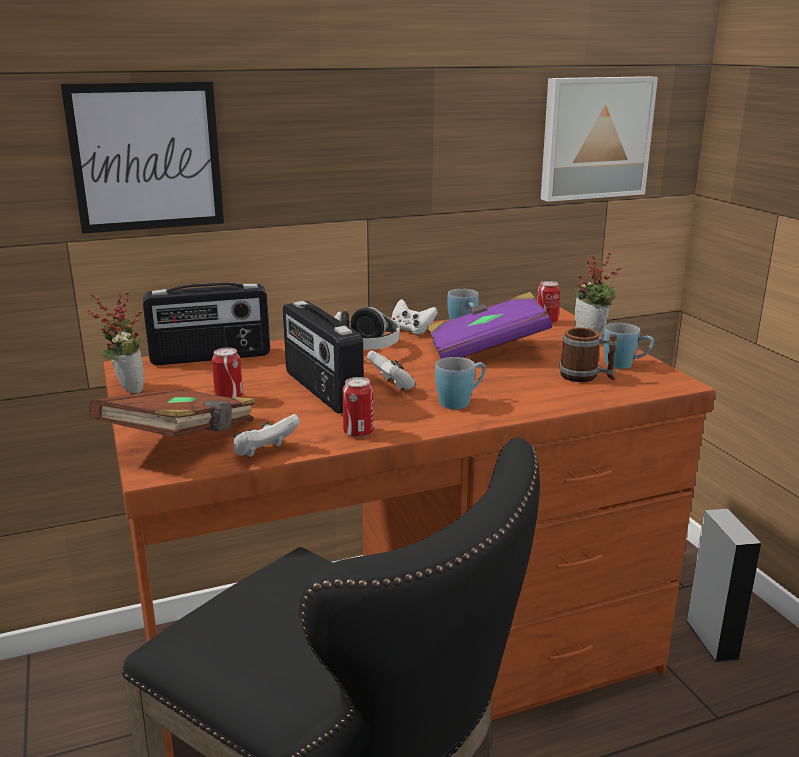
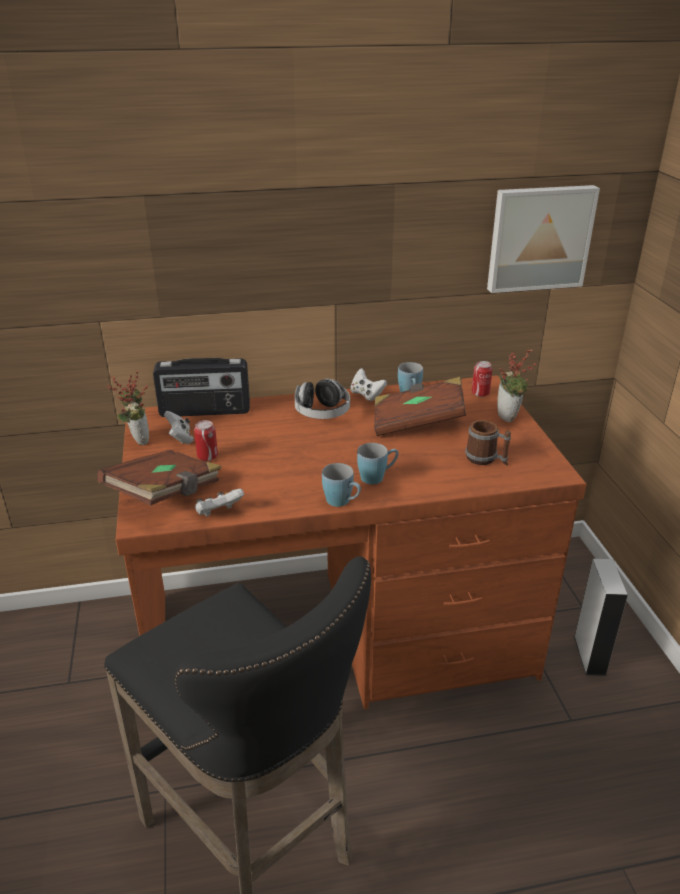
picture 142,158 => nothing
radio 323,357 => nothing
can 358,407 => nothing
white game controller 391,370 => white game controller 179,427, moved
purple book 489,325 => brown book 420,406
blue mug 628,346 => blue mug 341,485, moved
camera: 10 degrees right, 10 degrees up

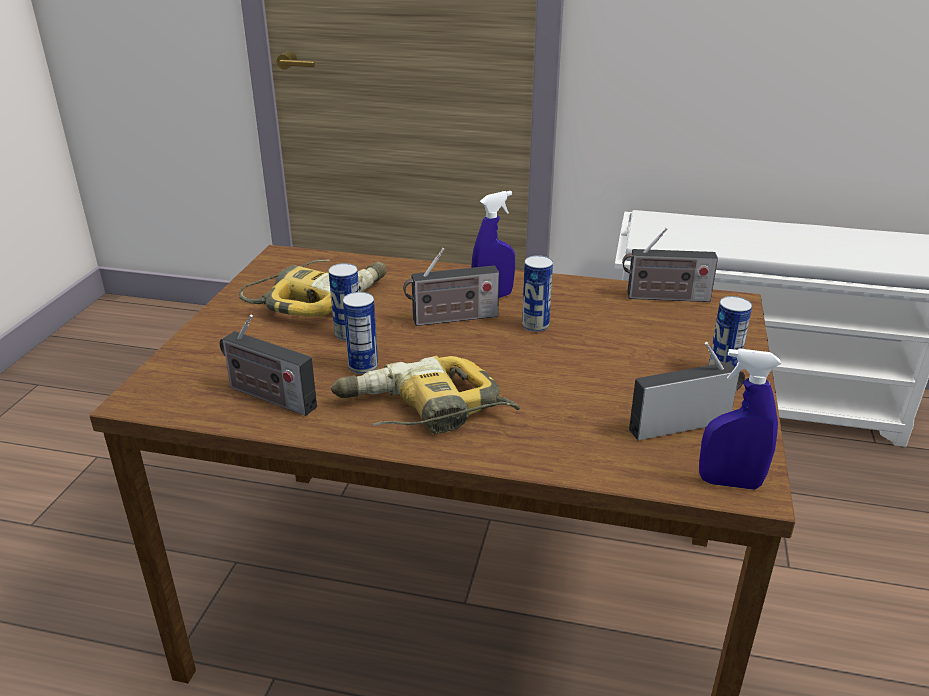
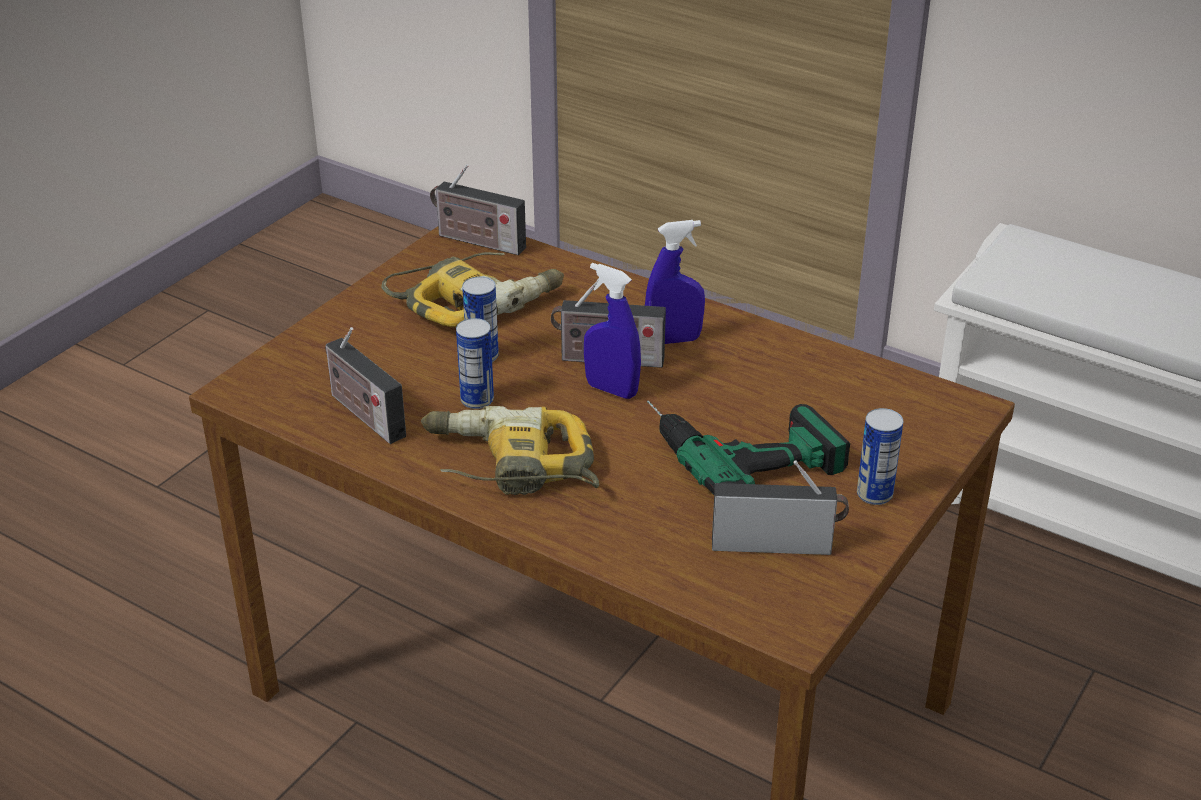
can 537,293 => nothing
radio 670,265 => radio 478,209, moved
blue spray bottle 740,419 => blue spray bottle 612,331, moved
nothing => power drill 748,447
camera: 20 degrees right, 5 degrees up

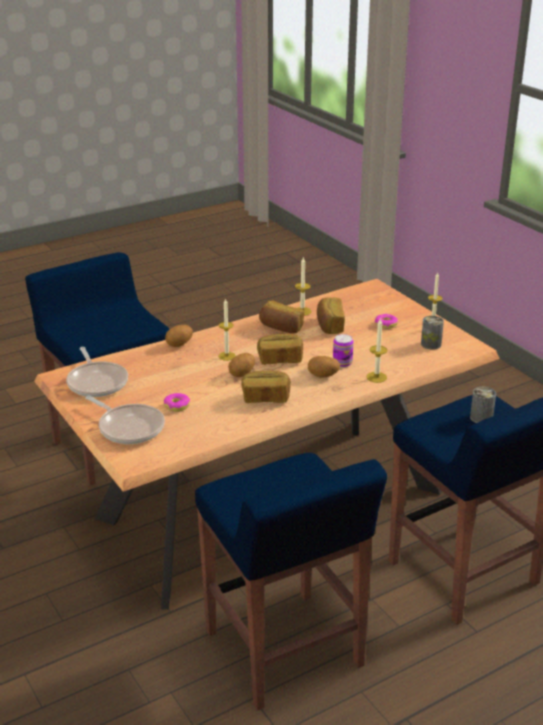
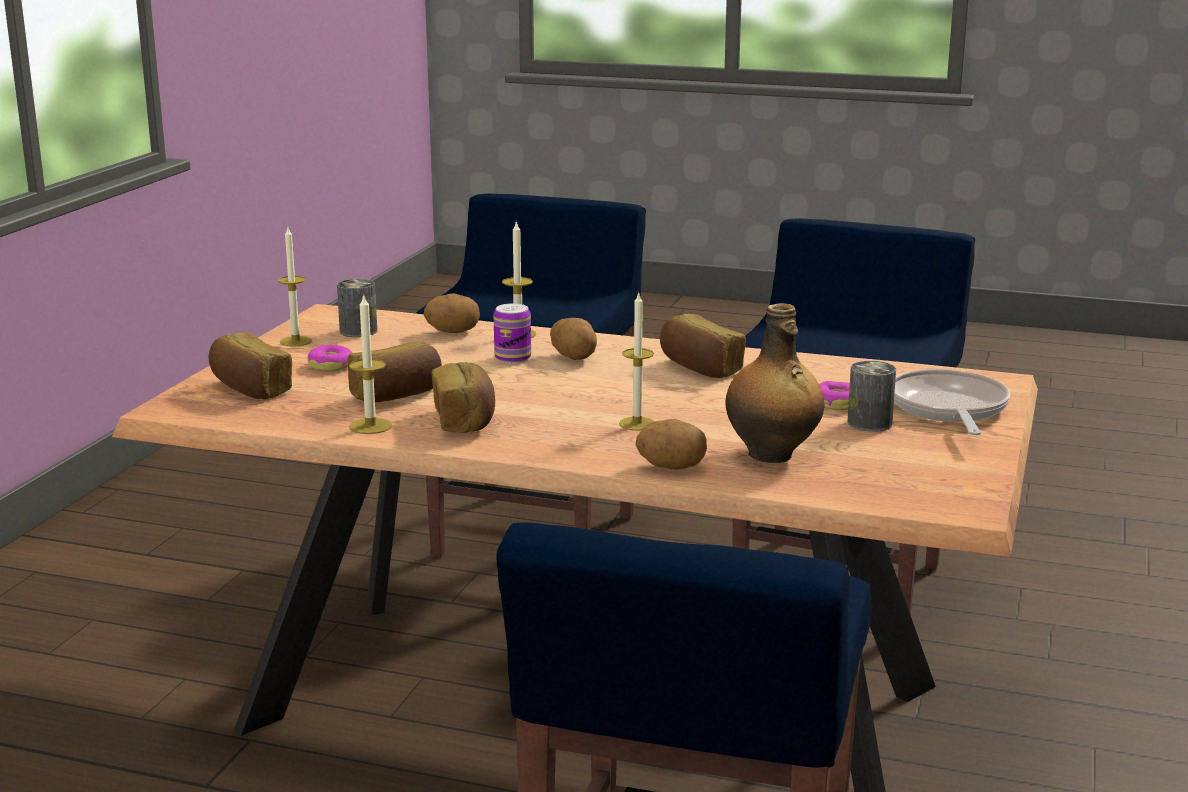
frying pan 97,372 => nothing
potato 241,365 => potato 452,313, moved
bread 280,349 => bread 250,366, moved
can 483,405 => can 871,396, moved
nothing => bottle 774,383
camera: 130 degrees left, 10 degrees down

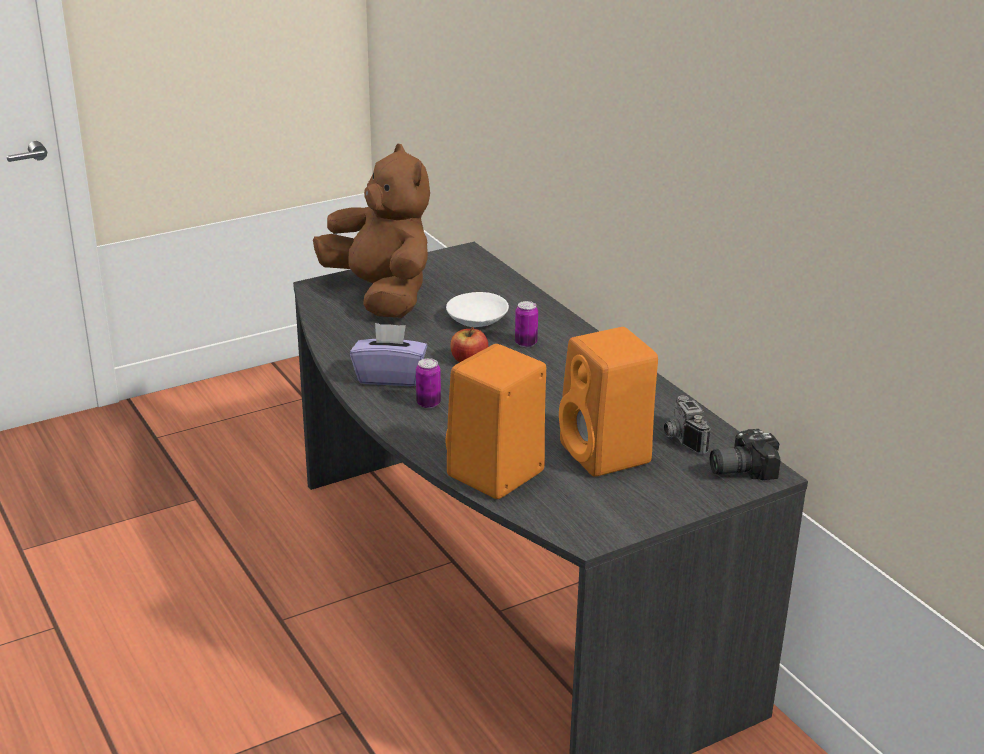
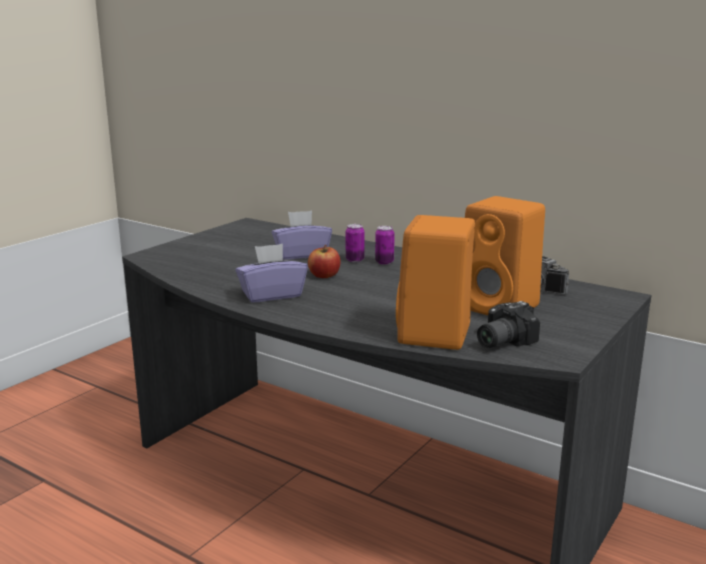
brown plush toy 371,231 => nothing
can 428,383 => can 385,245, moved
white bowl 477,309 => purple tissue box 302,235
photo camera 745,454 => photo camera 508,324, moved
camera: 25 degrees left, 10 degrees down

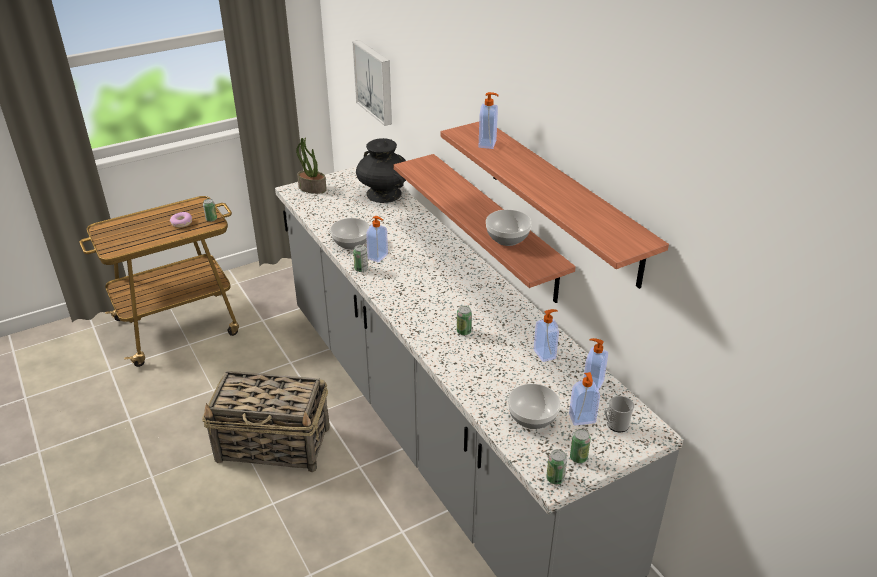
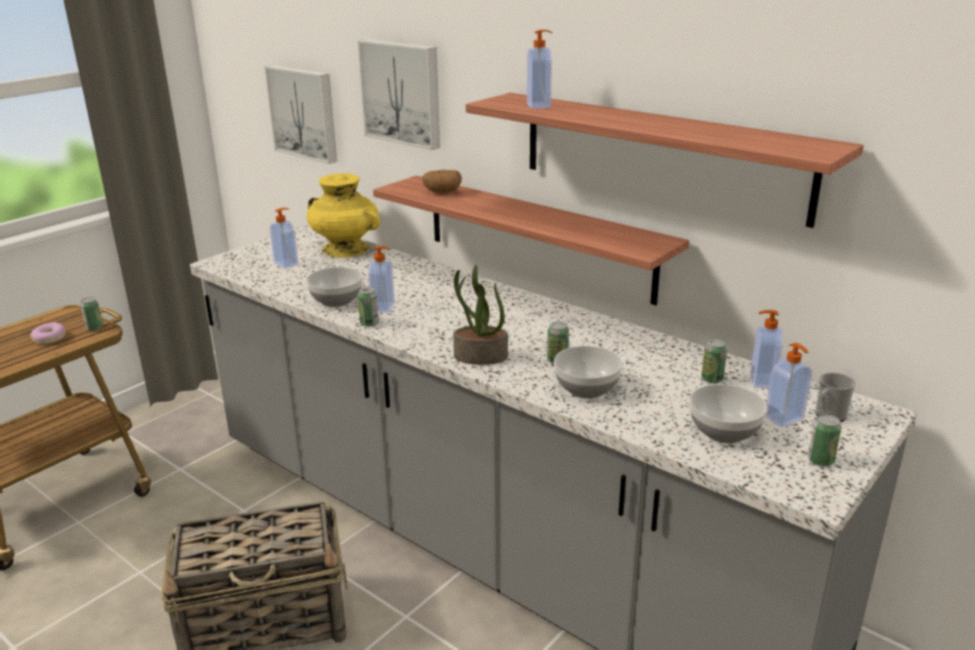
potted plant 311,165 => potted plant 480,315, moved
black vase 381,170 => yellow vase 343,215
bowl 509,228 => bowl 588,372, moved
soap dispenser 546,335 => soap dispenser 284,238, moved
can 556,467 => can 714,361, moved
nothing => picture 399,94
nothing => potato 442,182
camera: 20 degrees left, 10 degrees down

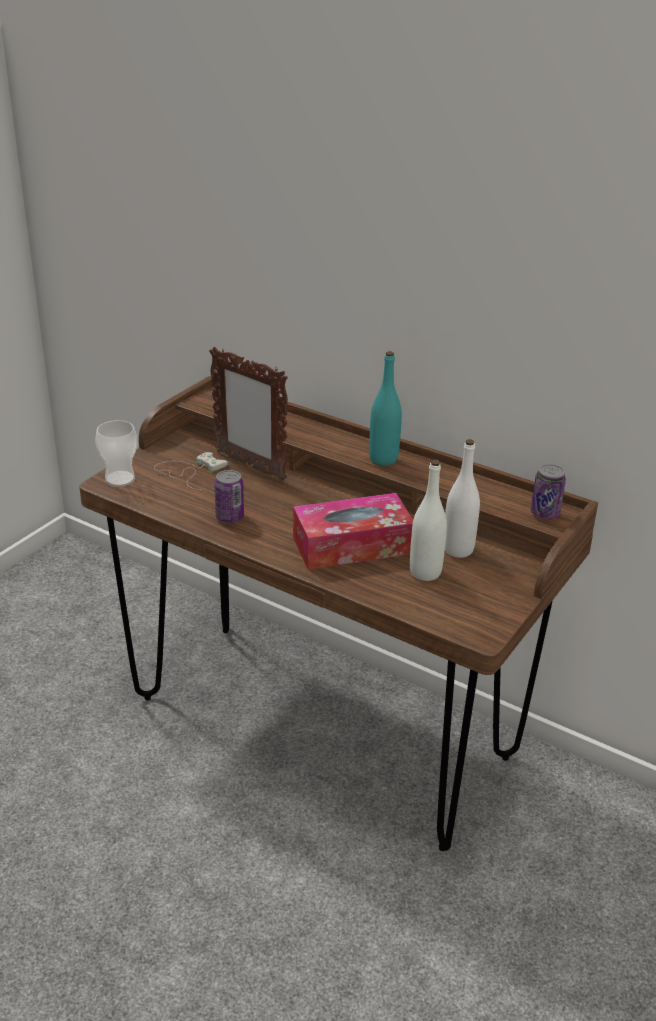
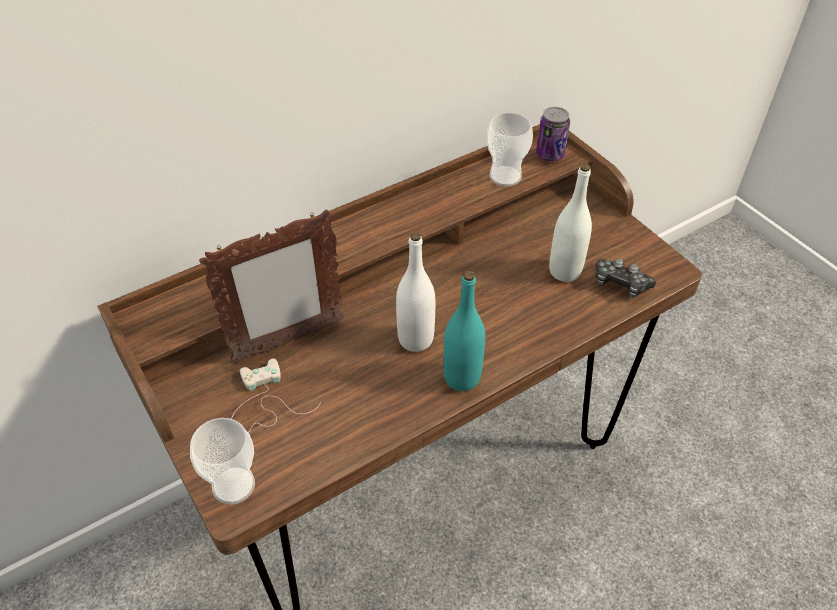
can 229,496 => nothing
tissue box 353,531 => nothing
turquoise bottle 385,408 => turquoise bottle 464,331, moved
white bottle 462,498 => white bottle 415,292, moved
nothing => cup 509,149
nothing => game controller 625,278
camera: 65 degrees left, 15 degrees up

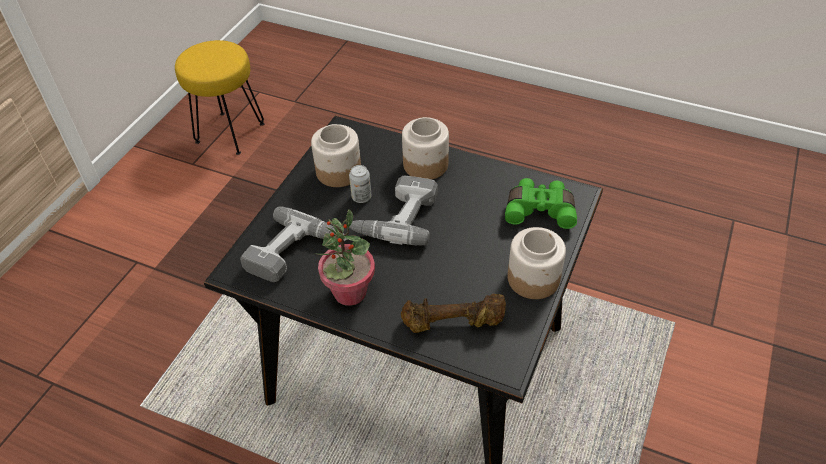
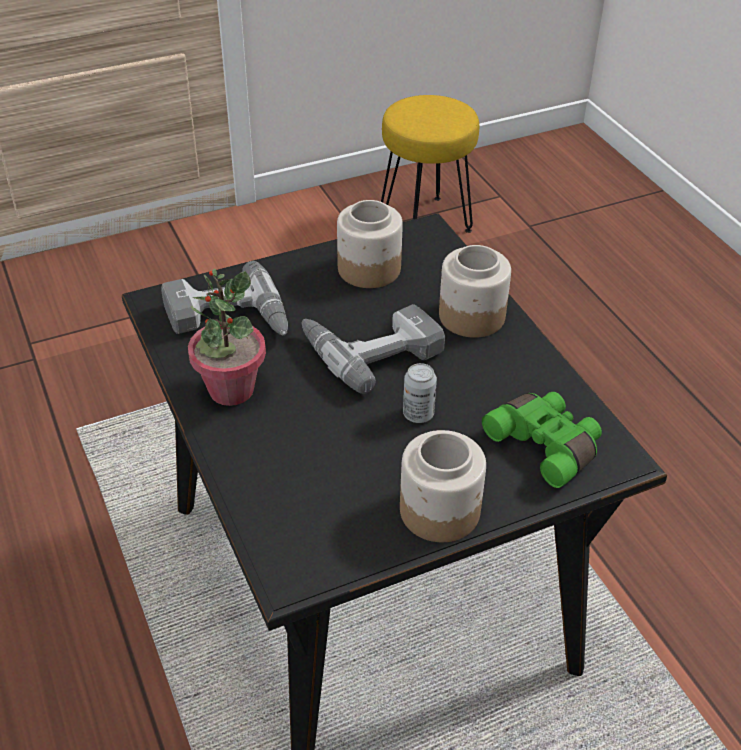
can 360,184 => can 420,393, moved
brown dumbbell 453,313 => nothing
camera: 40 degrees right, 5 degrees down

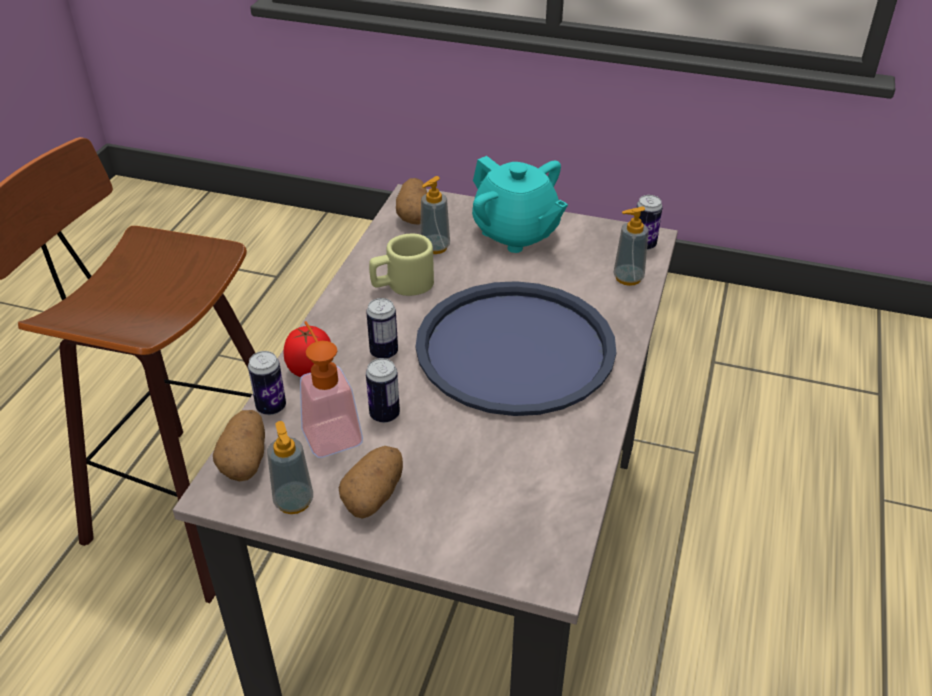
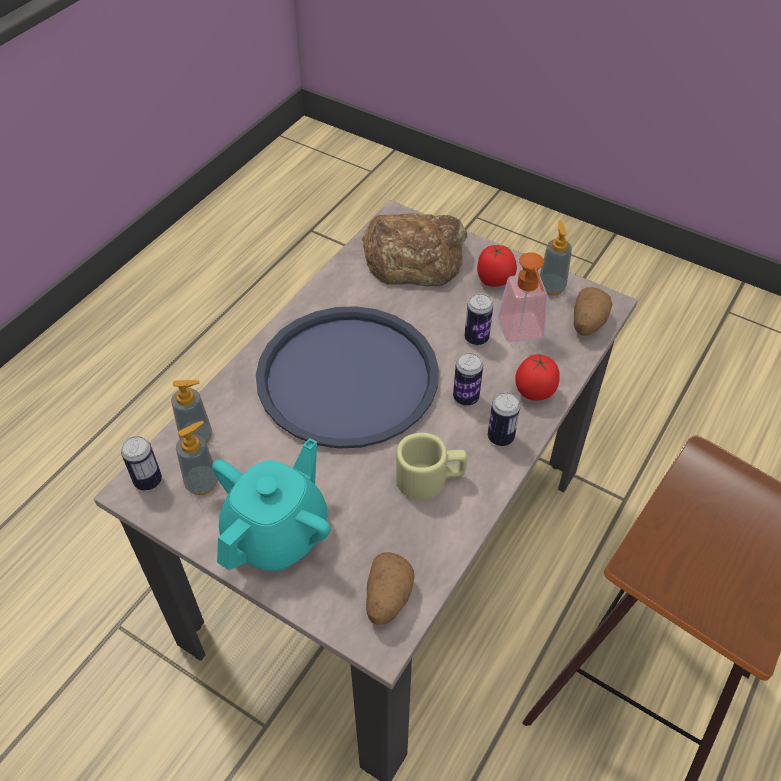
can 267,383 => can 504,419, moved
potato 371,482 => tomato 497,266
soap dispenser 435,215 => soap dispenser 197,458, moved
turquoise teapot 520,204 => turquoise teapot 271,504, 60 degrees clockwise
nothing => bread 414,249
camera: 165 degrees left, 10 degrees up

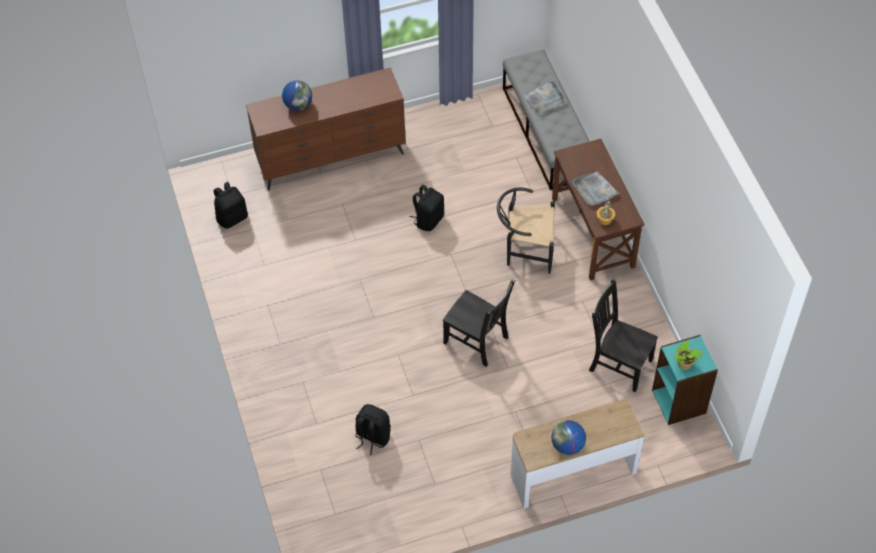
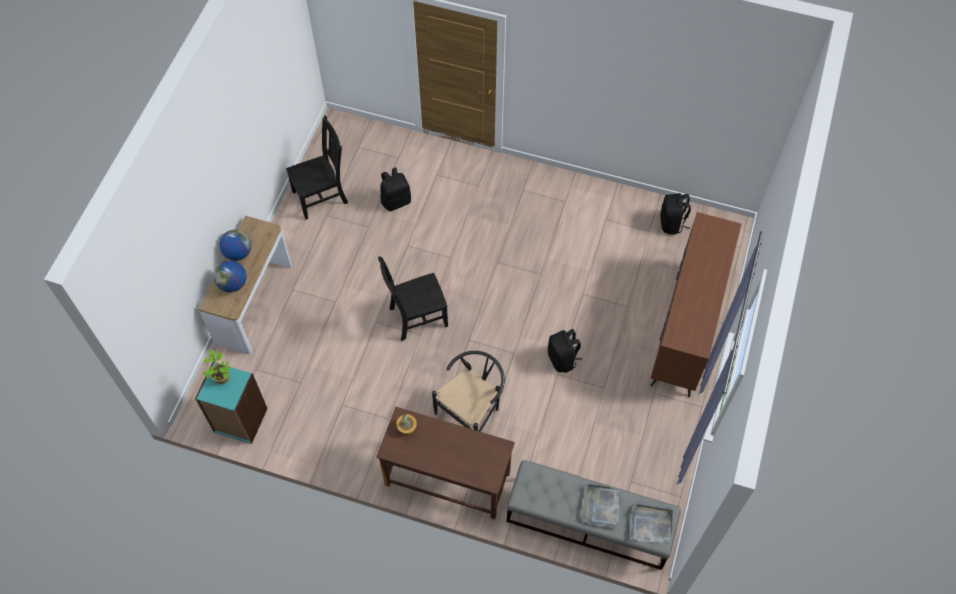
globe 297,95 => globe 230,276, moved
grey tray 595,188 => grey tray 651,522, moved
black chair 623,335 => black chair 317,168, moved
camera: 125 degrees right, 5 degrees up

